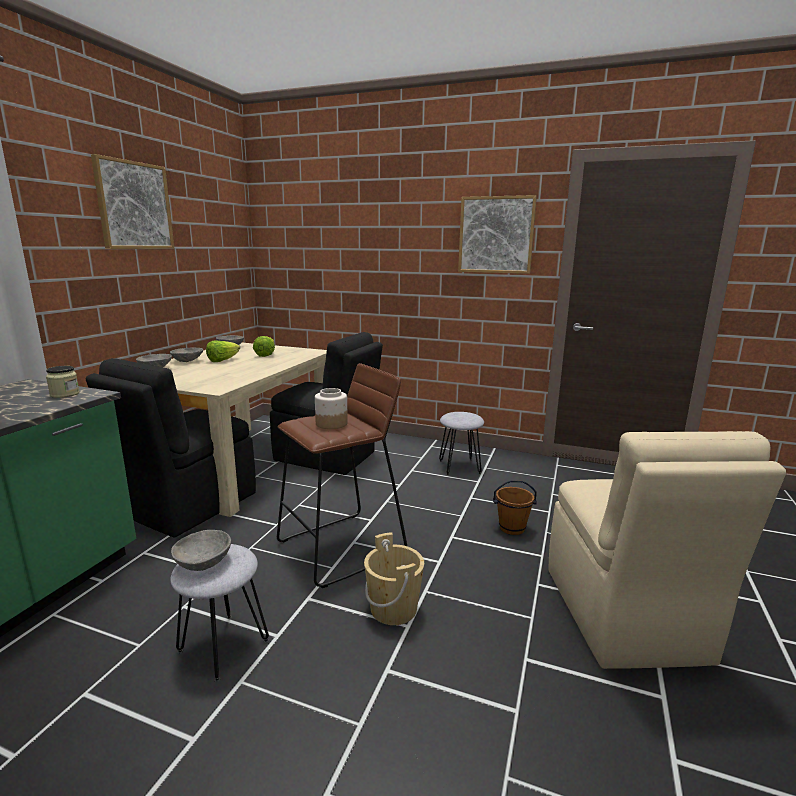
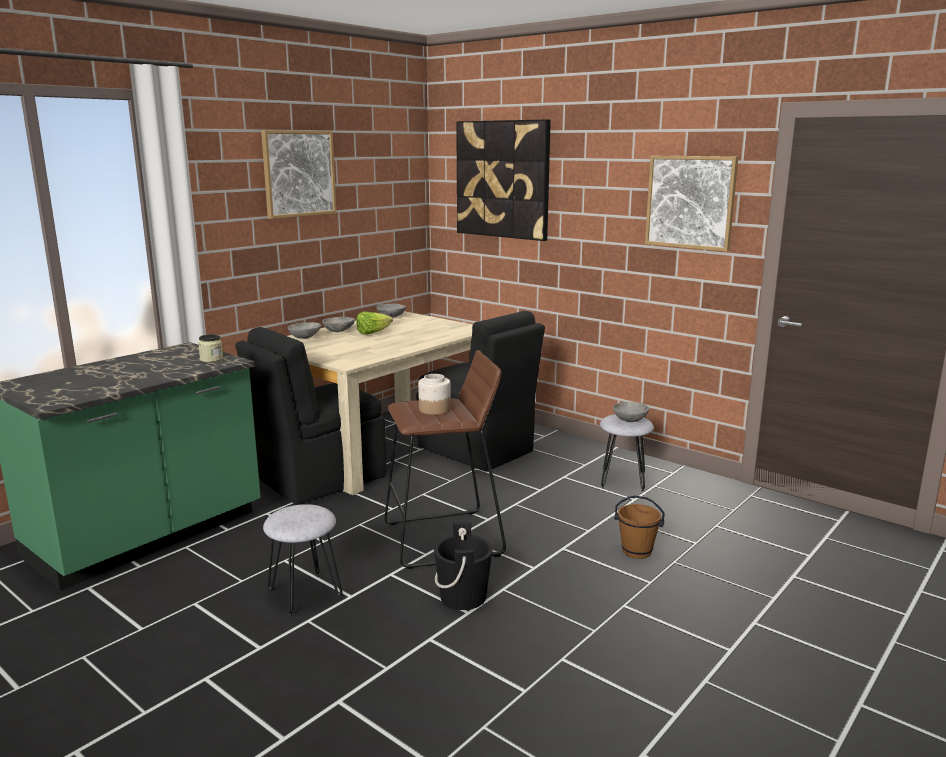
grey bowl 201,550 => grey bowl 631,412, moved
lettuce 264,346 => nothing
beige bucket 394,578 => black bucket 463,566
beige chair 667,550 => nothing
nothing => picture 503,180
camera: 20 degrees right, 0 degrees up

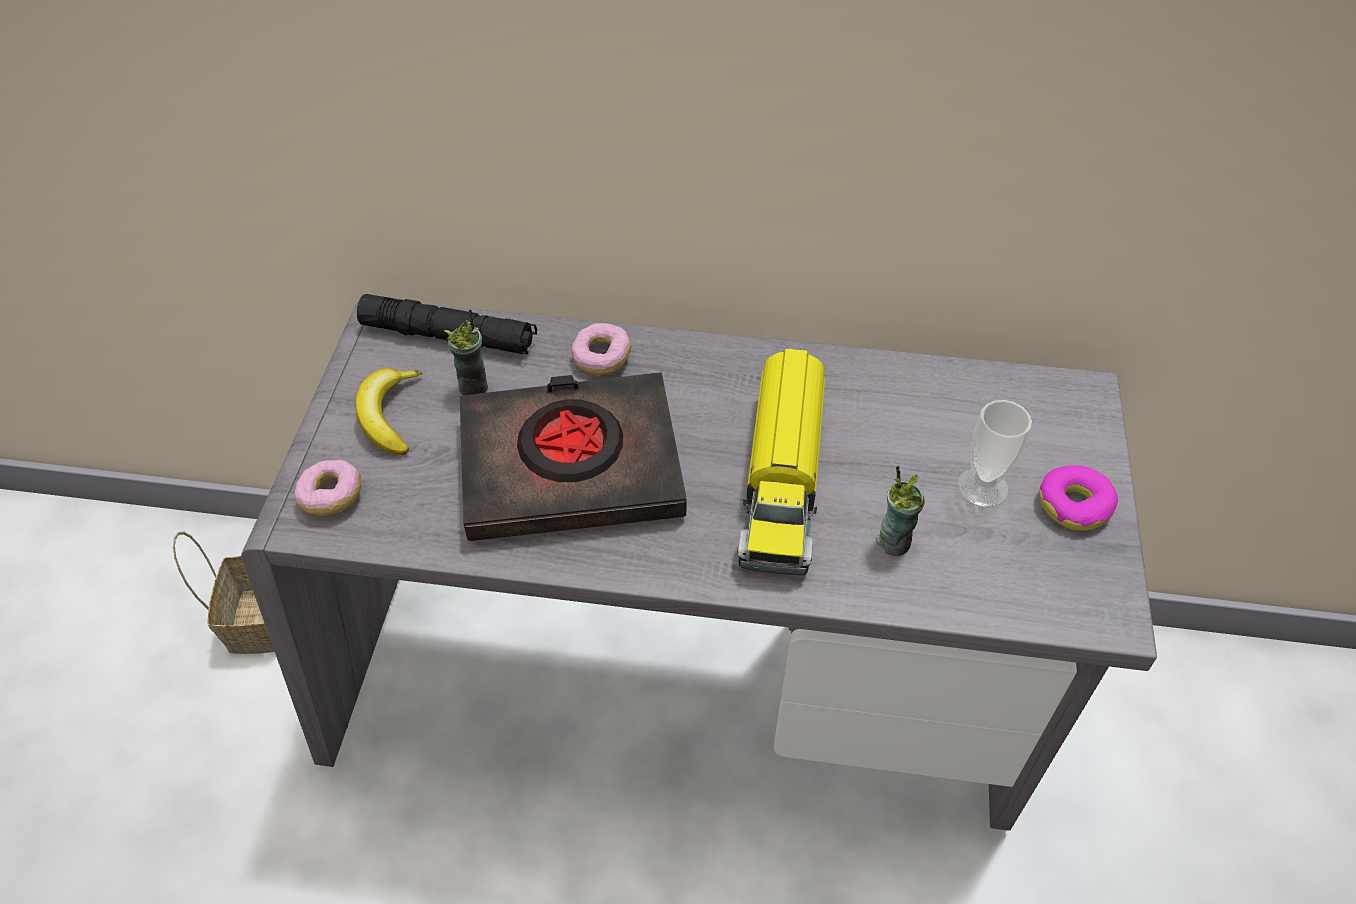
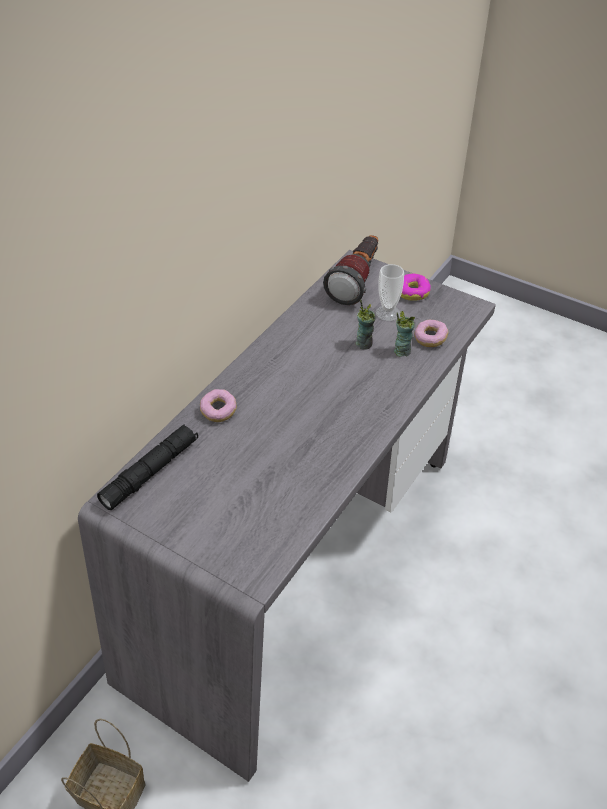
donut 327,488 => donut 431,333, moved
banana 388,411 => nothing
cup 466,352 => cup 366,325, moved
black book 573,456 => nothing
toy truck 781,462 => nothing
nothing => flashlight 350,270
camera: 65 degrees left, 5 degrees down

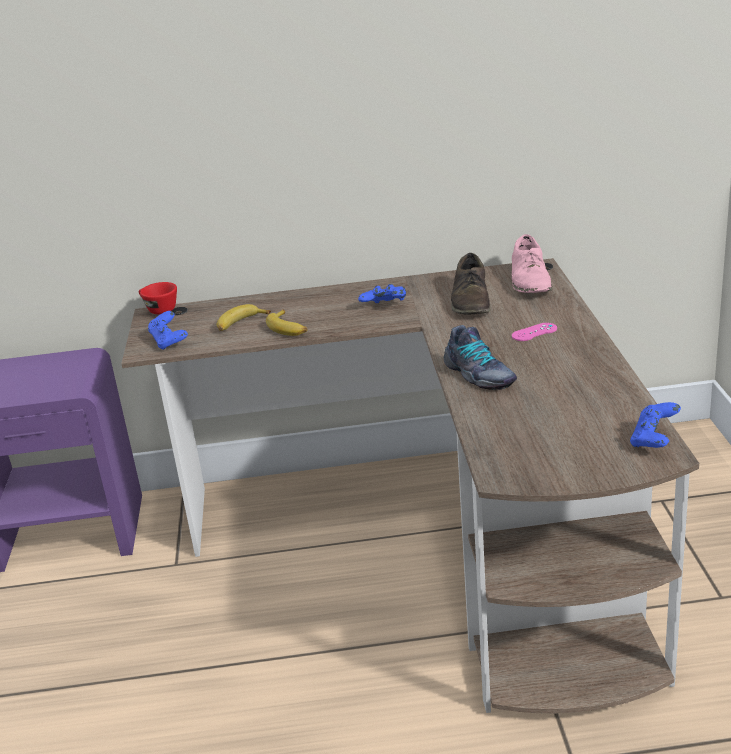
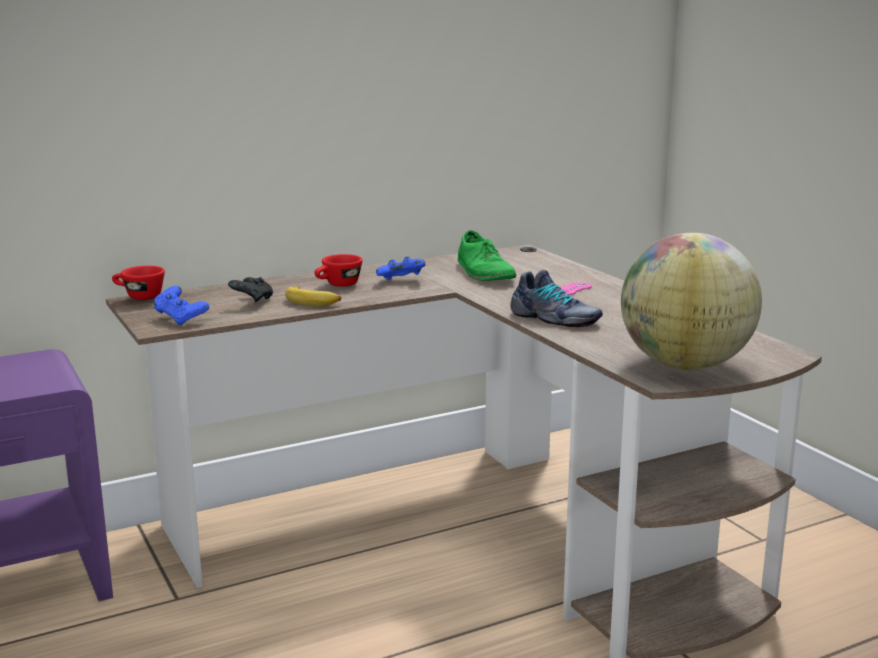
banana 244,317 => black game controller 250,289
brown shoe 471,284 => green shoe 487,255
pink shoe 531,263 => nothing
blue game controller 655,425 => nothing
nothing => red cup 339,270
nothing => globe 691,301
camera: 25 degrees left, 10 degrees down

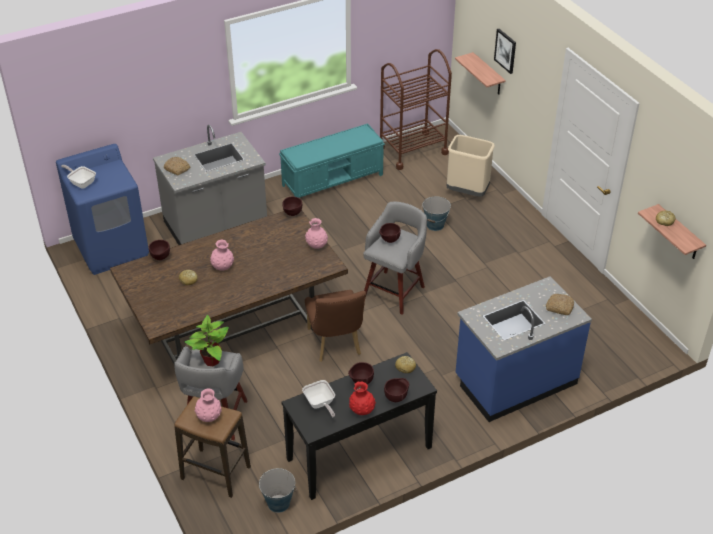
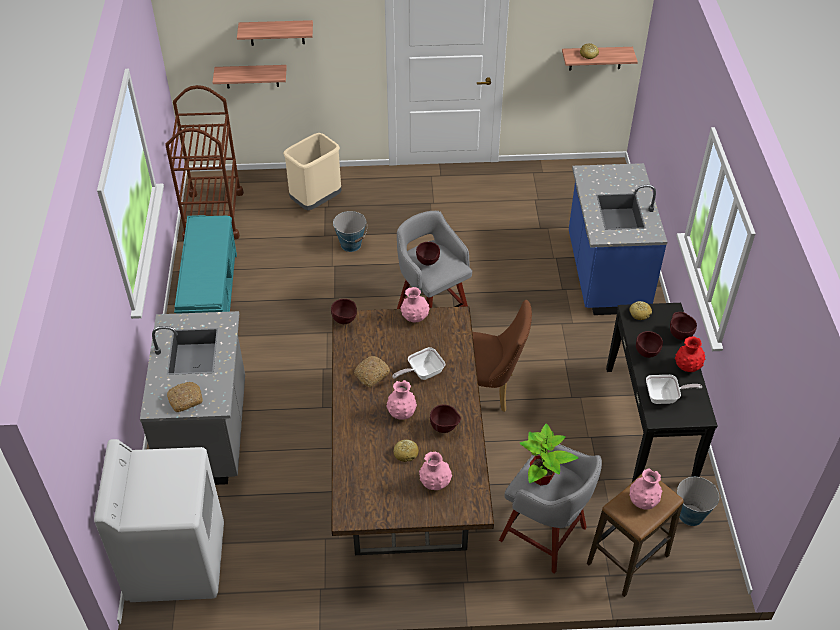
blue washing machine 102,209 => white washing machine 159,520
frying pan 78,177 => frying pan 418,363, moved
brown bowl 159,250 => brown bowl 445,419, moved
picture 505,51 => shelf 275,33
bread 560,304 => bread 372,371, moved
nothing => pink vase 435,471
camera: 65 degrees left, 5 degrees up

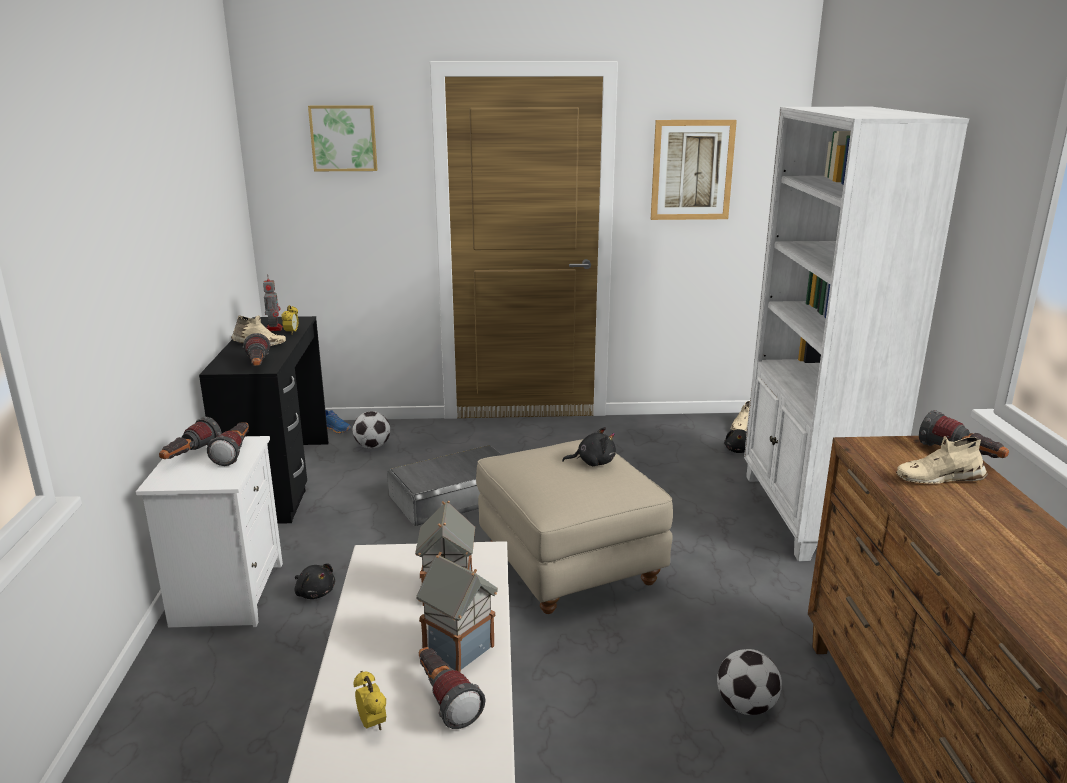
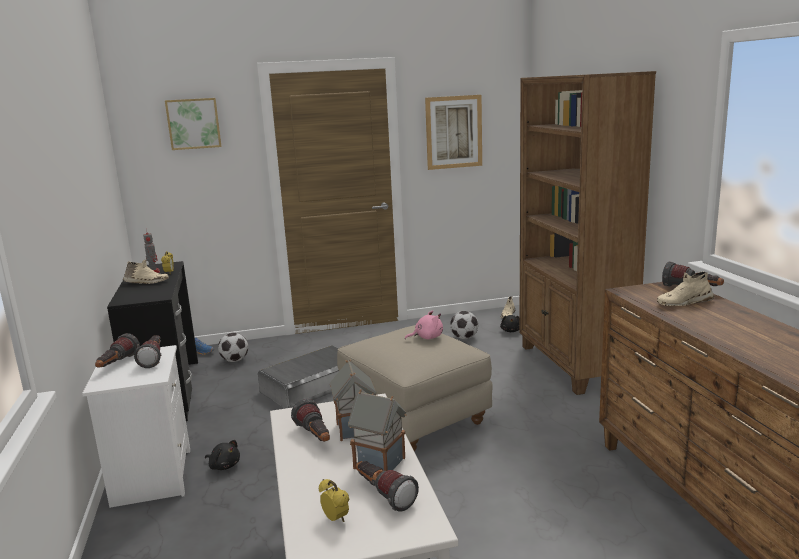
flashlight 257,349 => flashlight 310,420, moved
black plush toy 589,446 => pink plush toy 424,325
football 749,682 => football 464,325, moved
white bookcase 856,334 => brown bookcase 587,233
camera: 10 degrees left, 5 degrees down

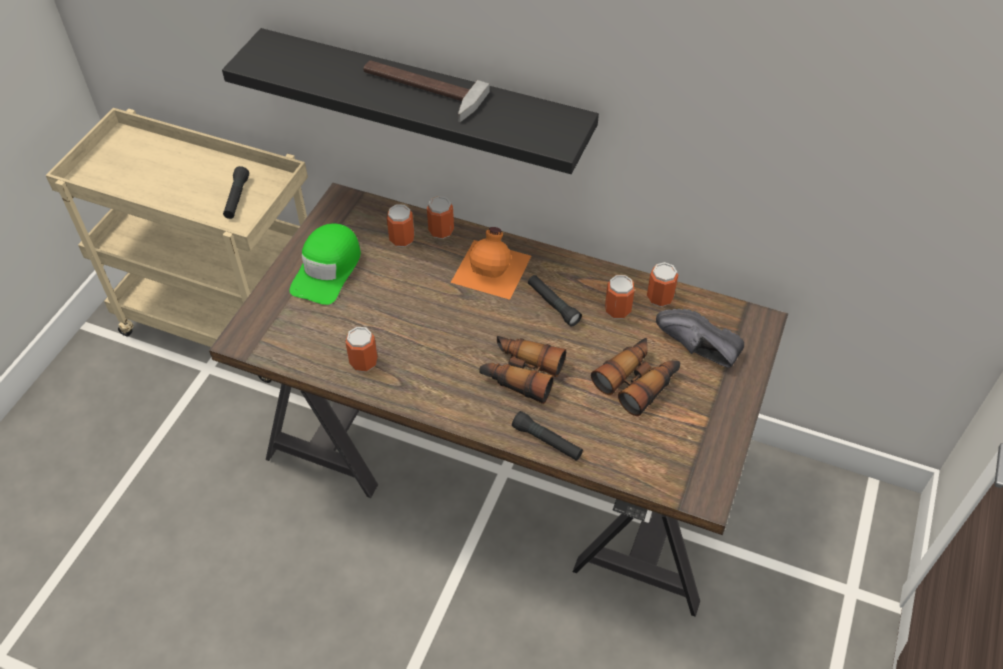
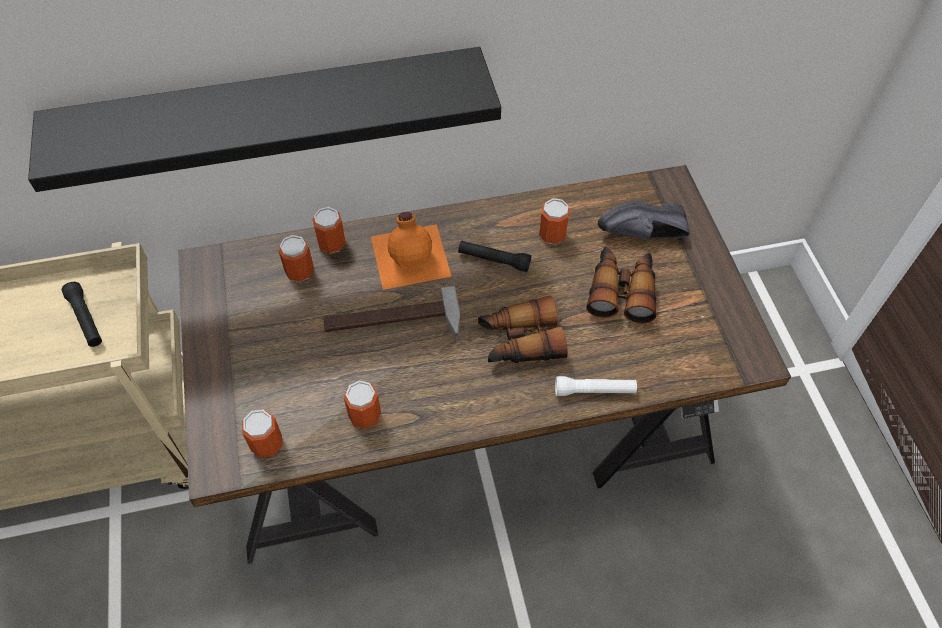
green cap 325,264 => nothing
hammer 426,91 => hammer 391,312, moved
black flashlight 547,436 => white flashlight 596,386
can 662,284 => can 262,433, moved
camera: 35 degrees left, 5 degrees up

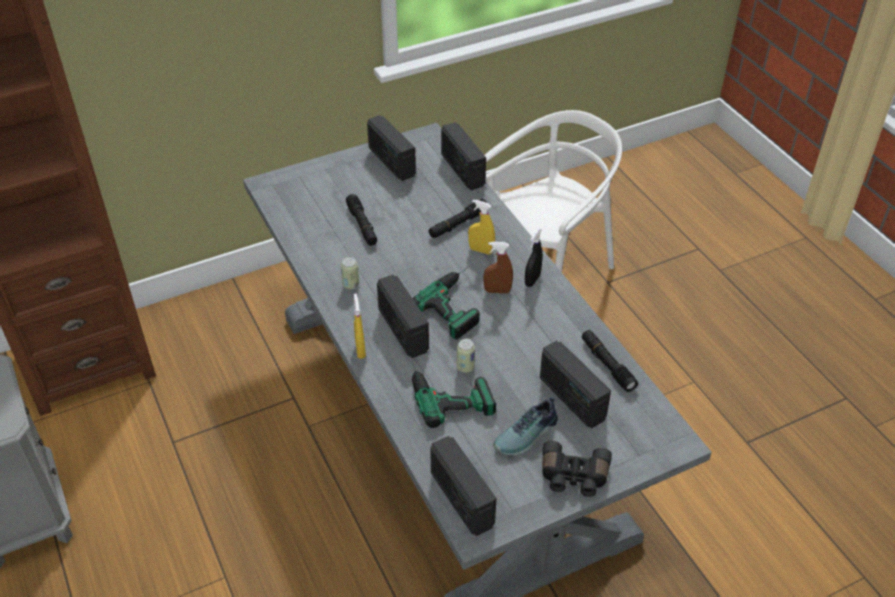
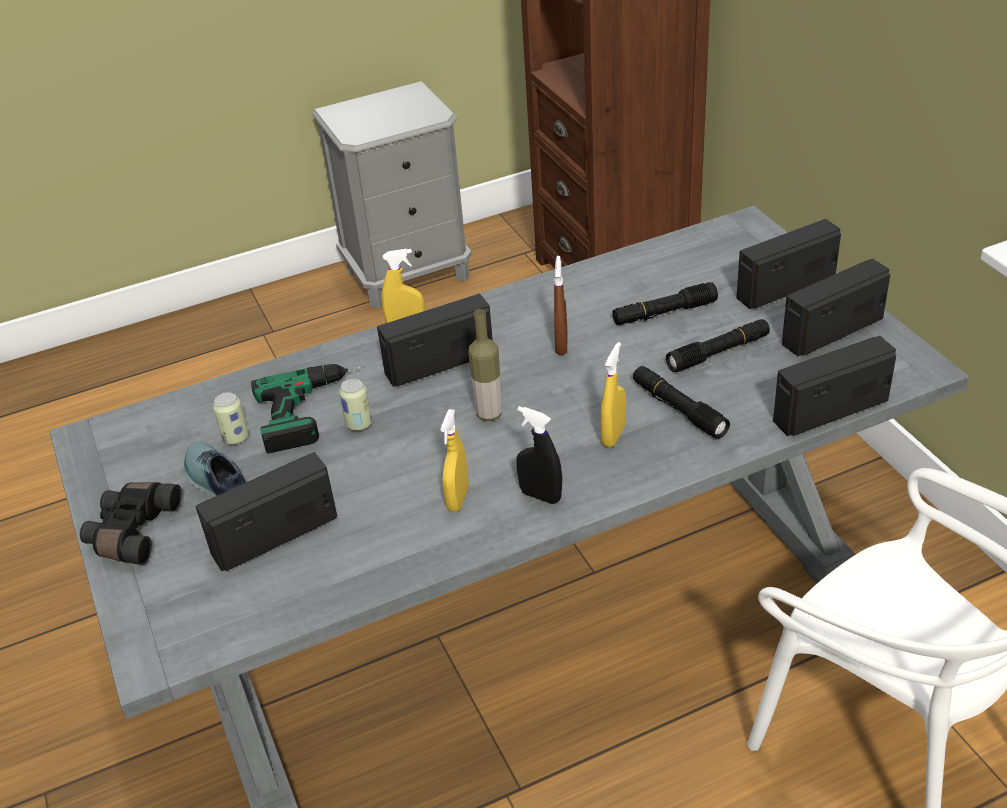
can 350,273 => can 231,418, moved
power drill 446,303 => bottle 485,365
radio 463,486 => radio 788,264, moved
brown spray bottle 498,267 => brown spray bottle 561,305, moved
black flashlight 610,361 => black flashlight 718,345, moved
nothing => yellow spray bottle 454,460
camera: 95 degrees right, 5 degrees down

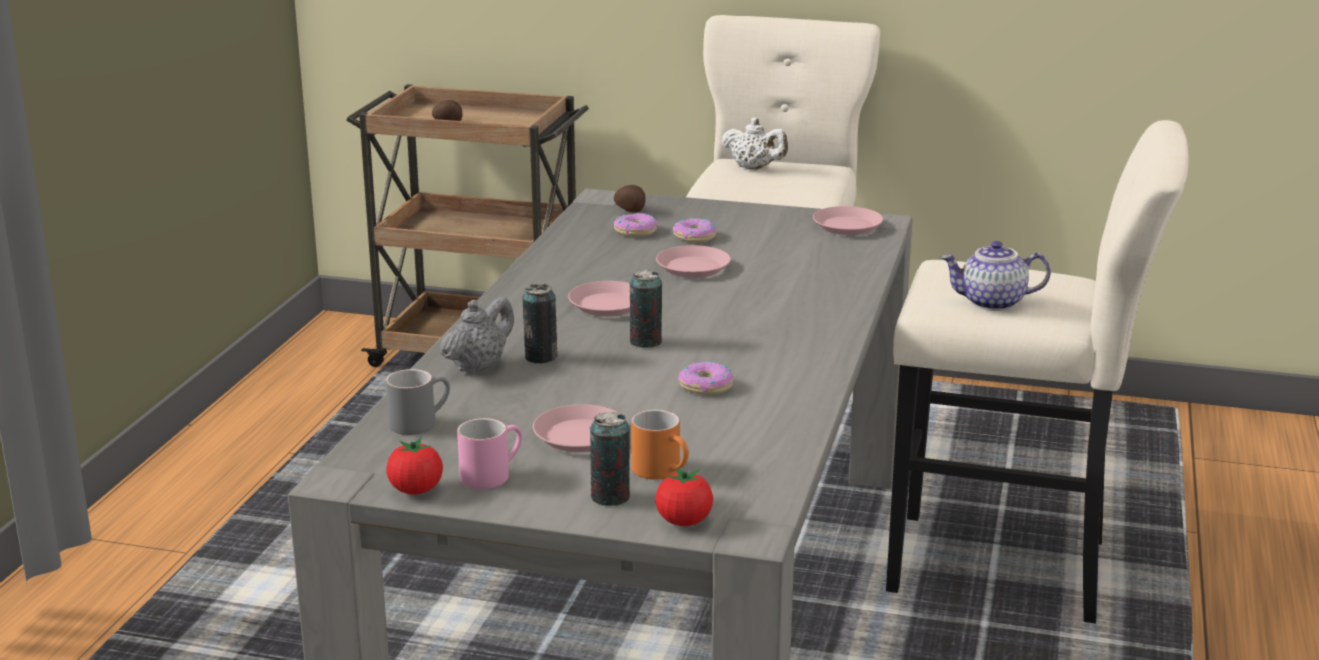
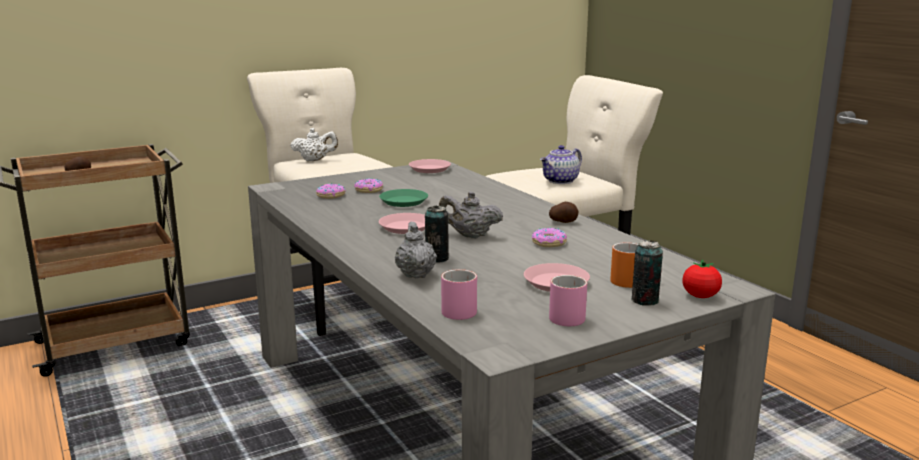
grey mug 418,402 => pink mug 459,294
tomato 414,466 => nothing
potato 629,199 => potato 564,212, moved
can 645,309 => grey teapot 471,215
pink plate 693,261 => green plate 403,198
camera: 45 degrees left, 5 degrees down

